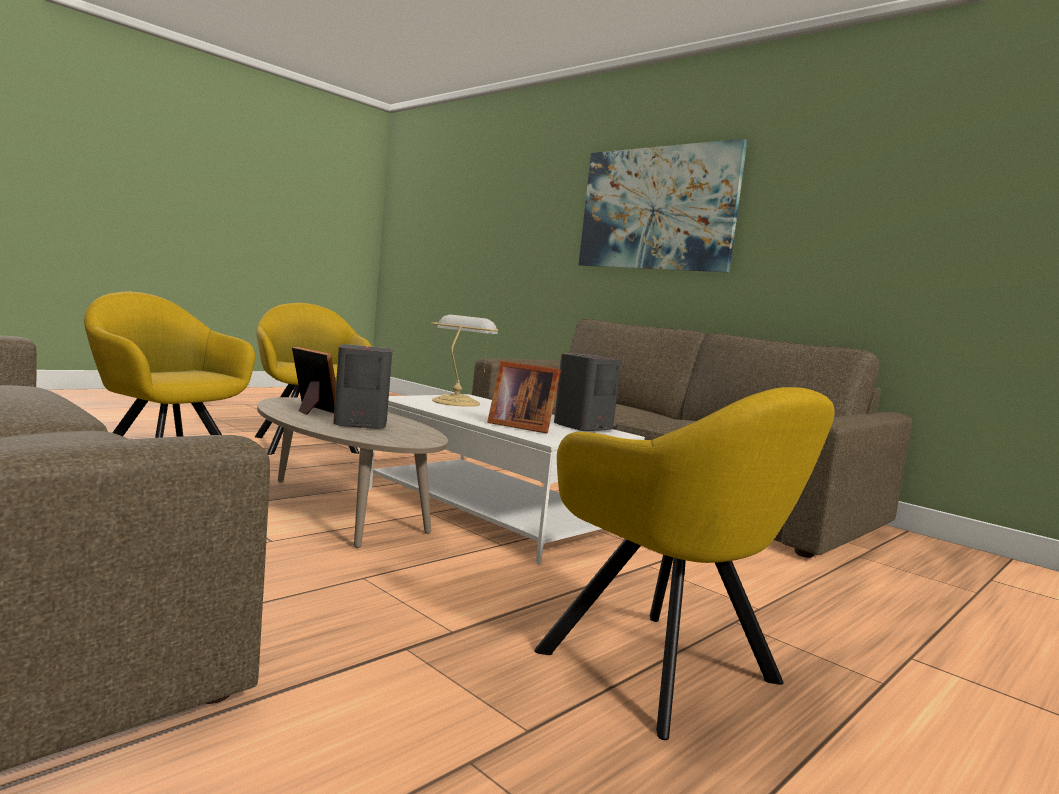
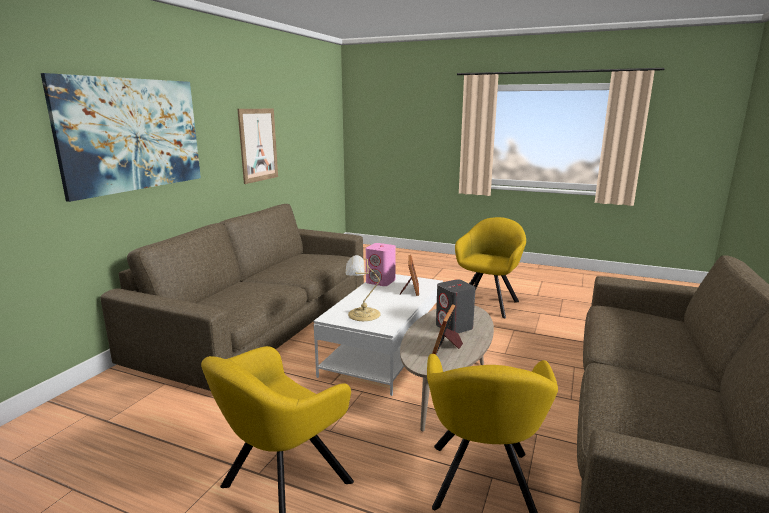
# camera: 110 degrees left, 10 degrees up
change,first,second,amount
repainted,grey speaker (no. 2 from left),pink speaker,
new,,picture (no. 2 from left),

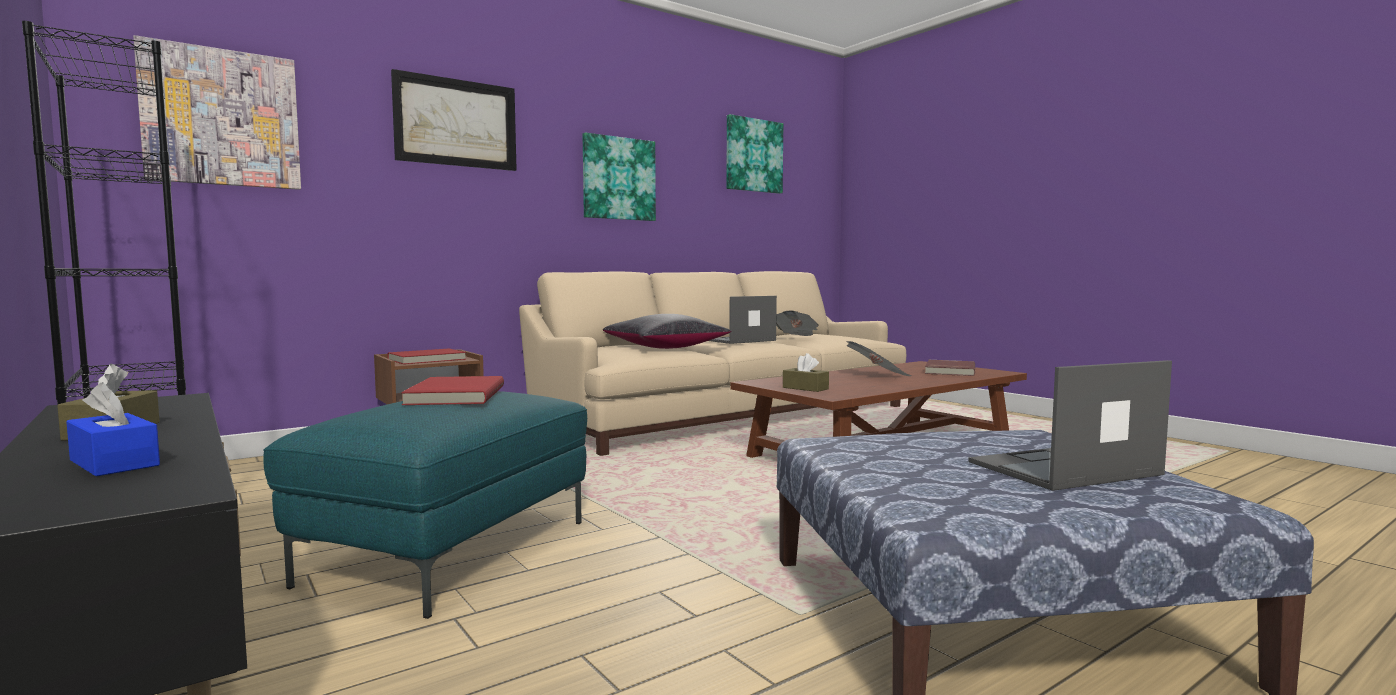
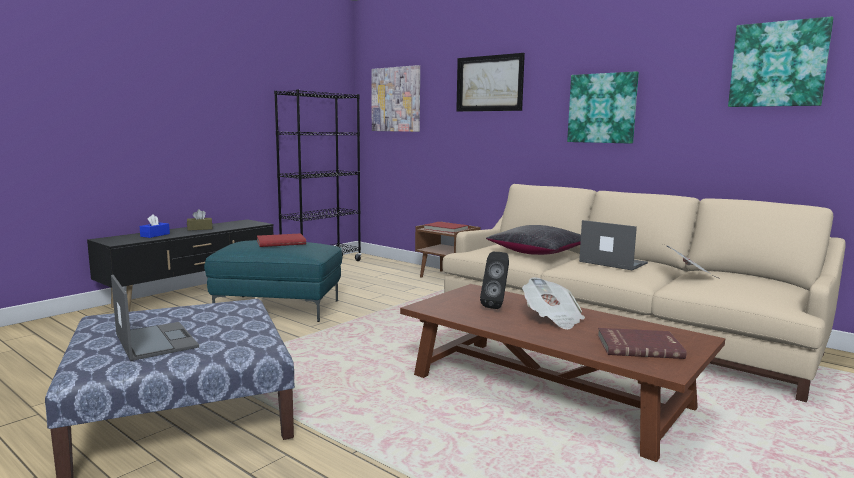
# camera: 75 degrees right, 5 degrees up
change,first,second,amount
gone,brown tissue box (no. 2 from left),,
new,,black speaker,

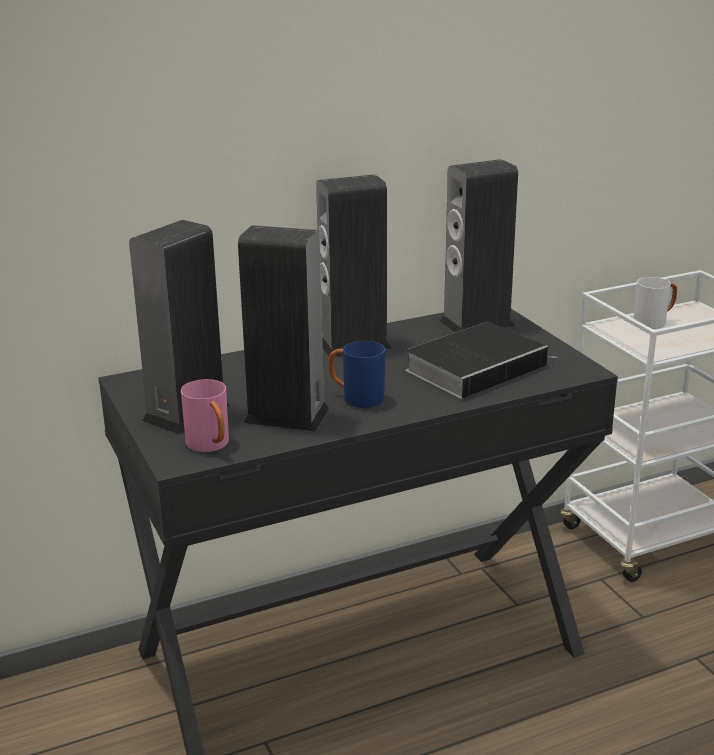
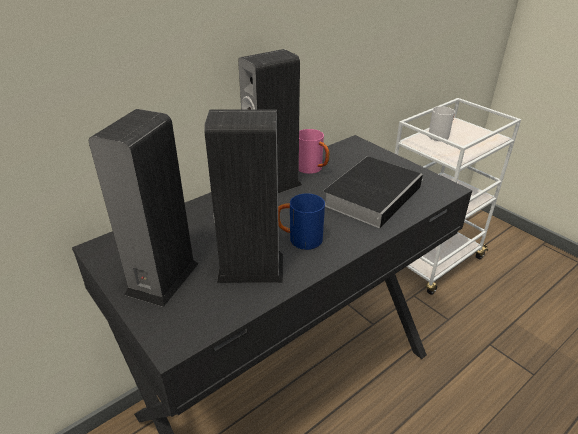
# camera: 15 degrees left, 10 degrees up
change,first,second,amount
shifted,pink mug,,
gone,speaker (no. 4 from left),,

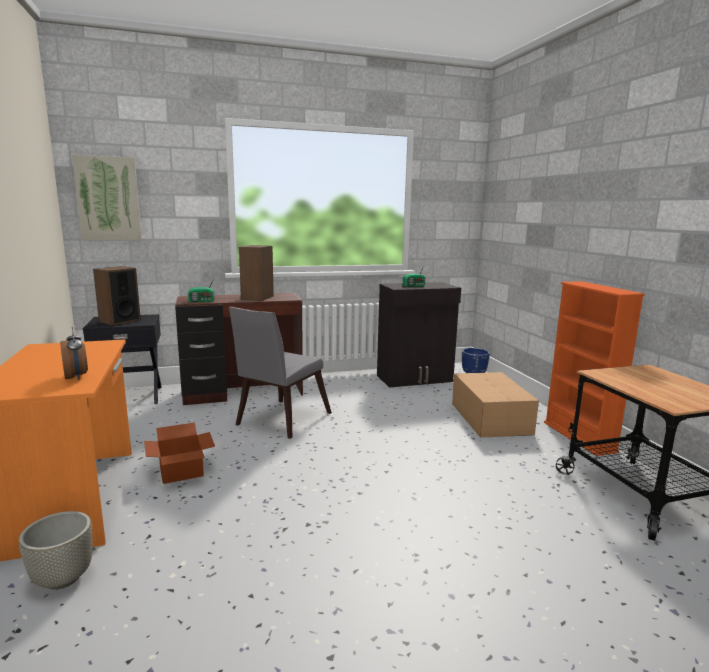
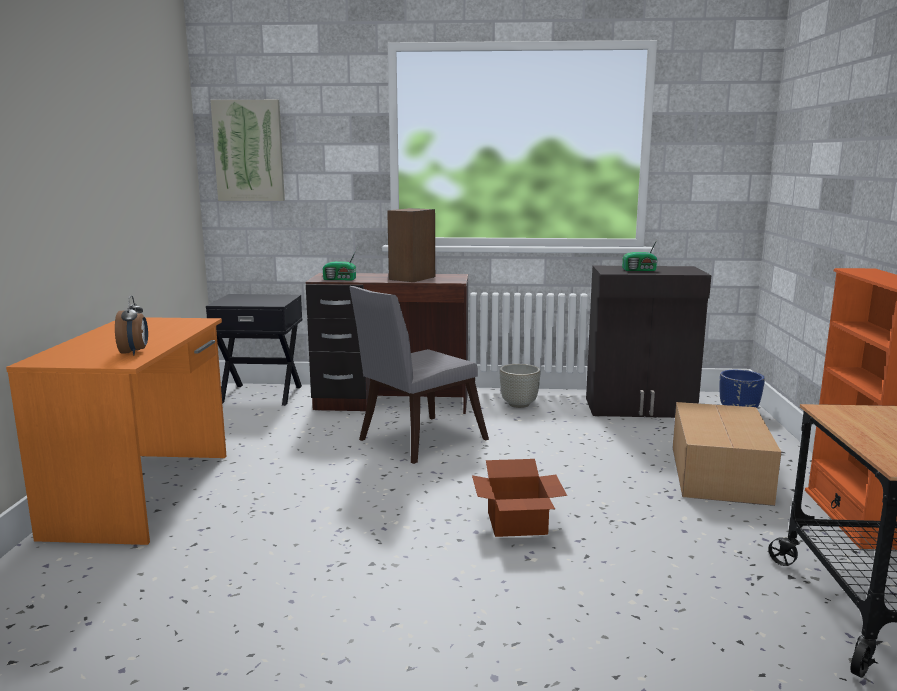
# camera: 20 degrees right, 0 degrees up
change,first,second,amount
shifted,grey planter,,
gone,speaker (no. 1 from left),,
shifted,cardboard box (no. 1 from left),,

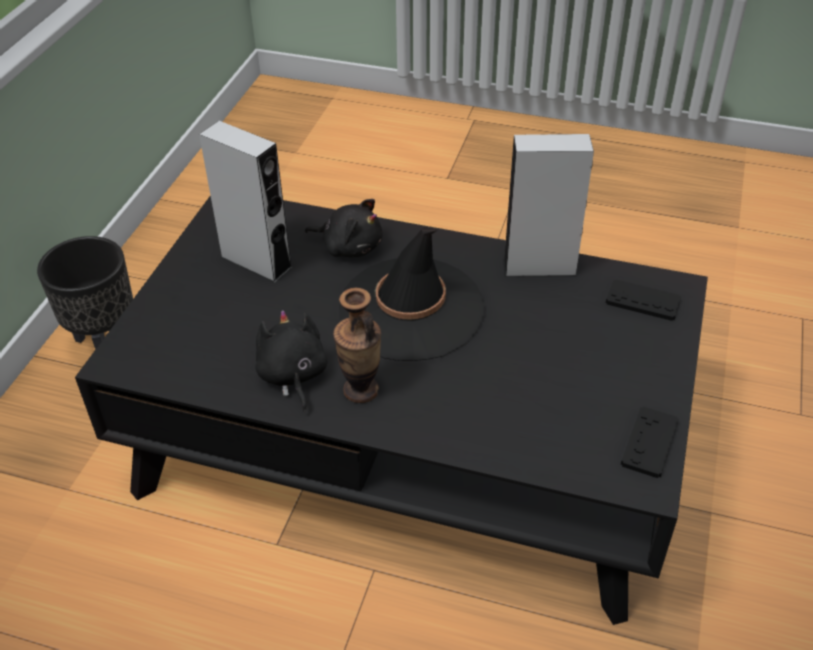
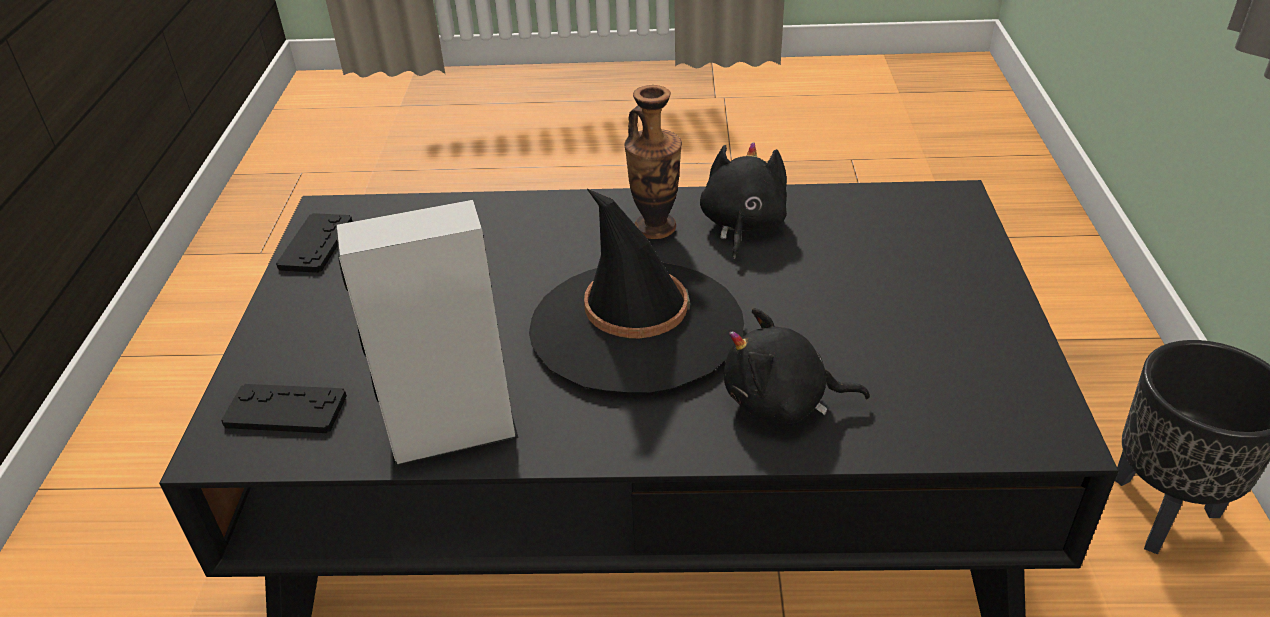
# camera: 165 degrees right, 5 degrees down
change,first,second,amount
gone,grey speaker (no. 1 from left),,
rotated,black plush toy (no. 1 from left),,135 degrees counterclockwise

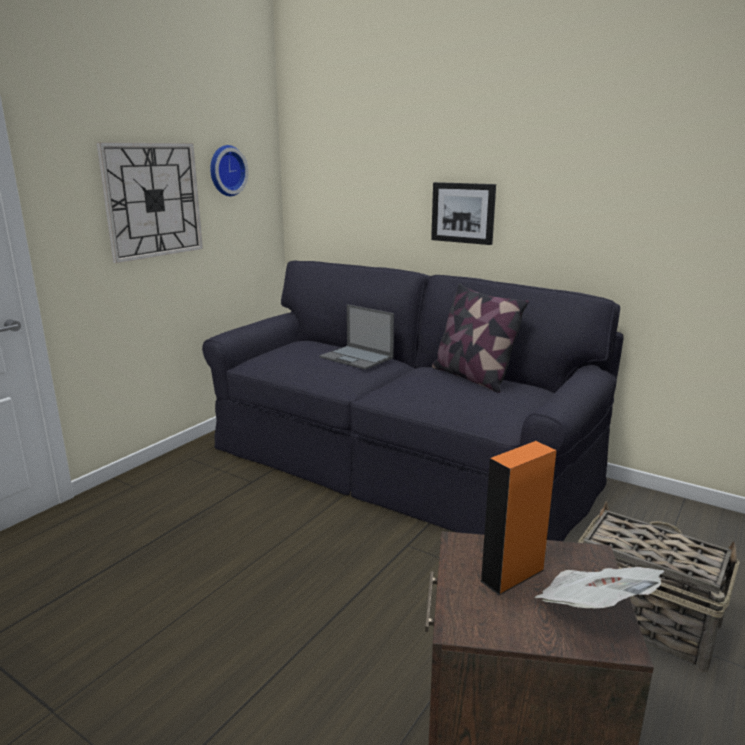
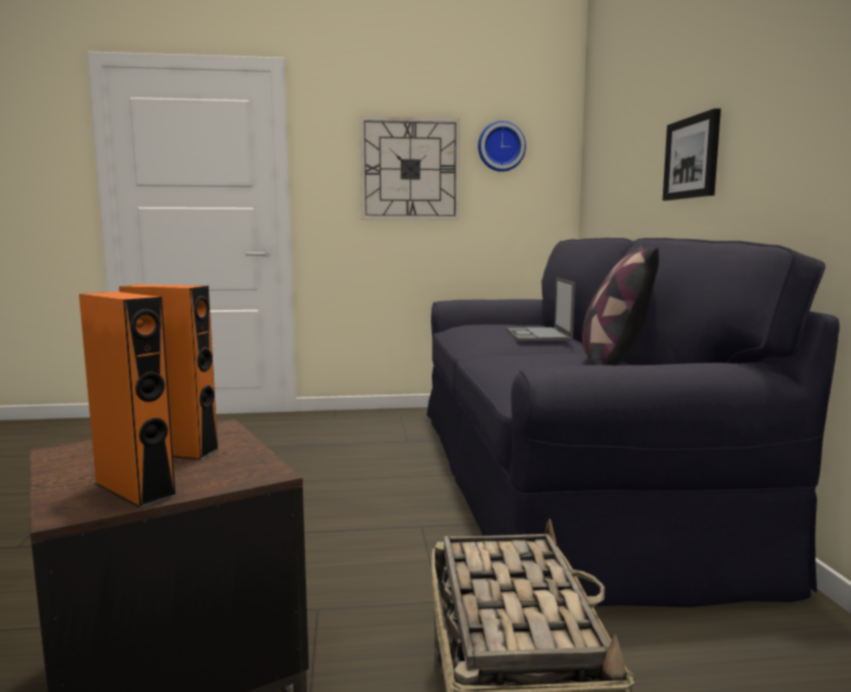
# camera: 50 degrees right, 10 degrees down
change,first,second,amount
swapped,newspaper,orange speaker (no. 1 from left),

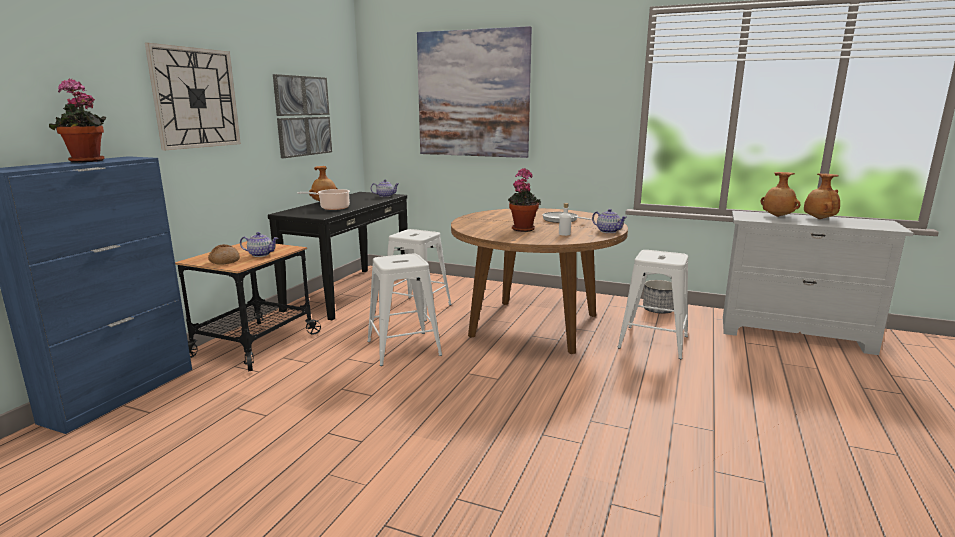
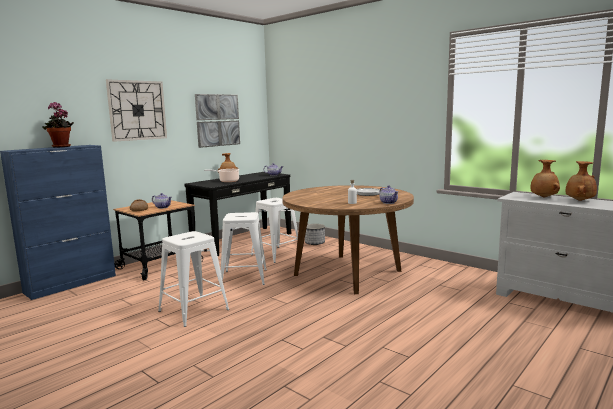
# camera: 20 degrees right, 5 degrees down
change,first,second,amount
gone,picture (no. 2 from left),,
gone,potted plant (no. 2 from left),,
shifted,white stool (no. 3 from left in the first image),white stool (no. 1 from left),
shifted,planter,,

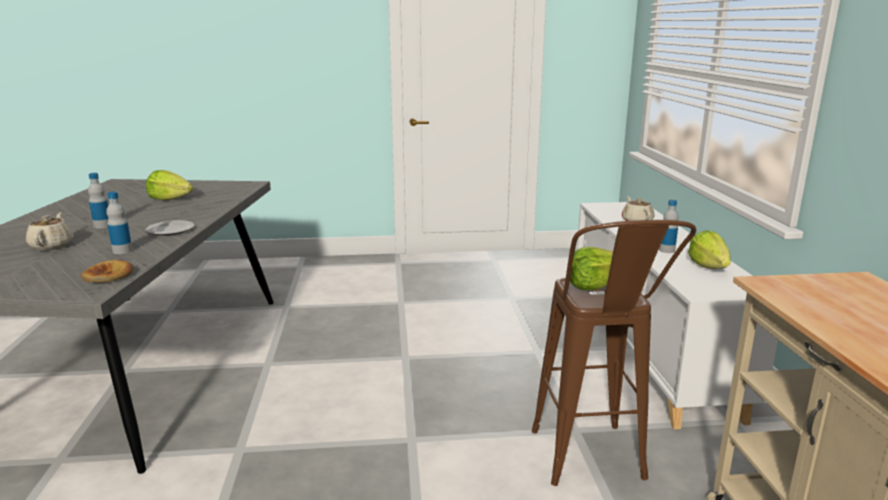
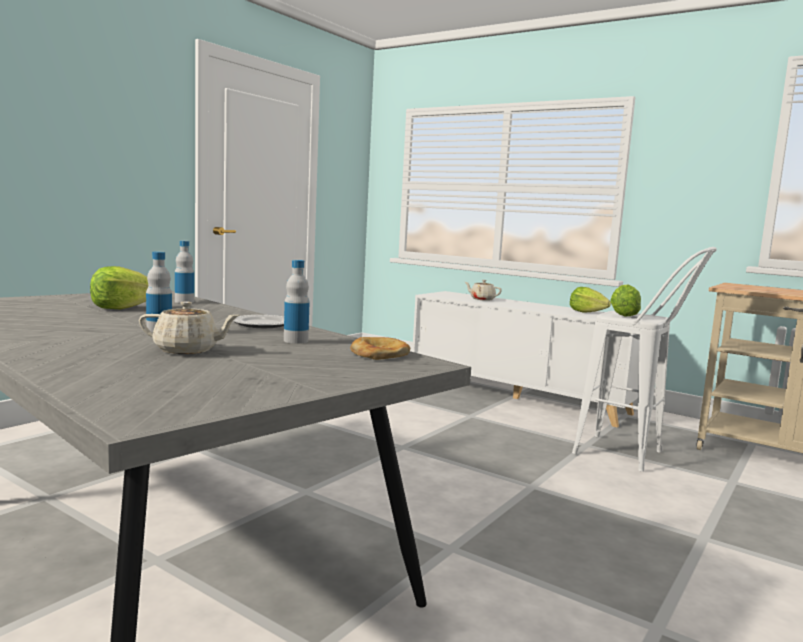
# camera: 50 degrees left, 10 degrees down
change,first,second,amount
rotated,beige teapot (no. 1 from left),,150 degrees clockwise
repainted,brown stool,white stool,
shifted,bottle (no. 3 from left in the first image),bottle (no. 2 from left),

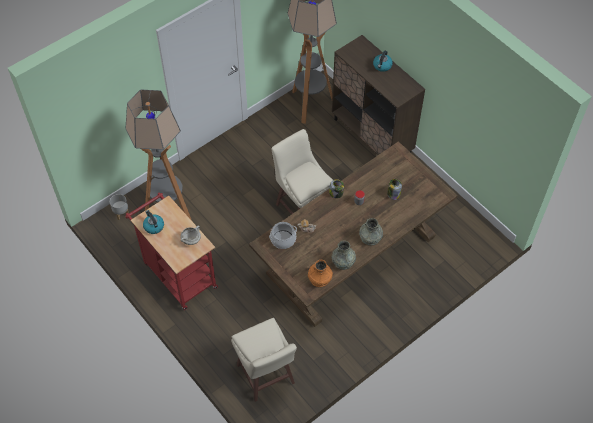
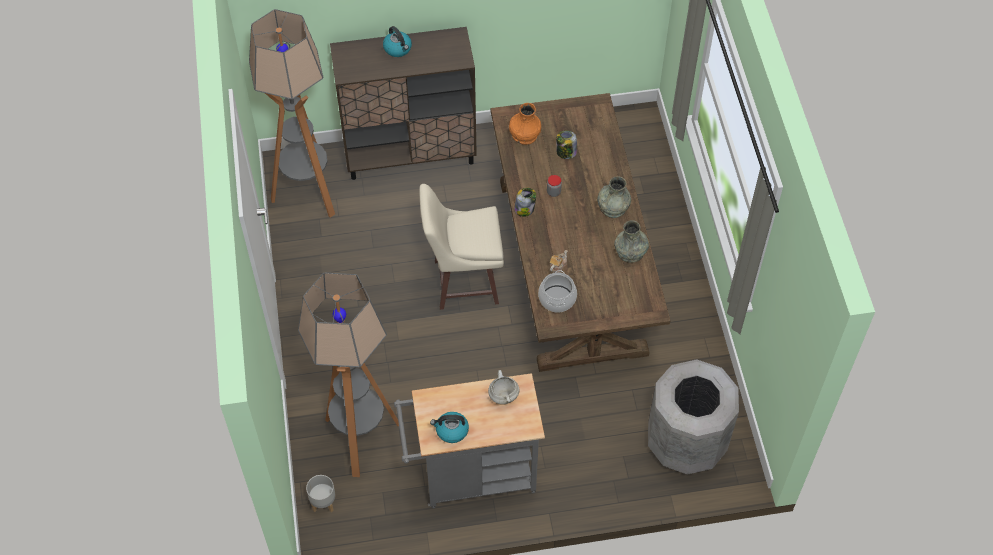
# camera: 60 degrees left, 0 degrees up
change,first,second,amount
repainted,red cart,grey cart,
swapped,beige stool (no. 1 from left),grey trash can,
shifted,orange vase,,

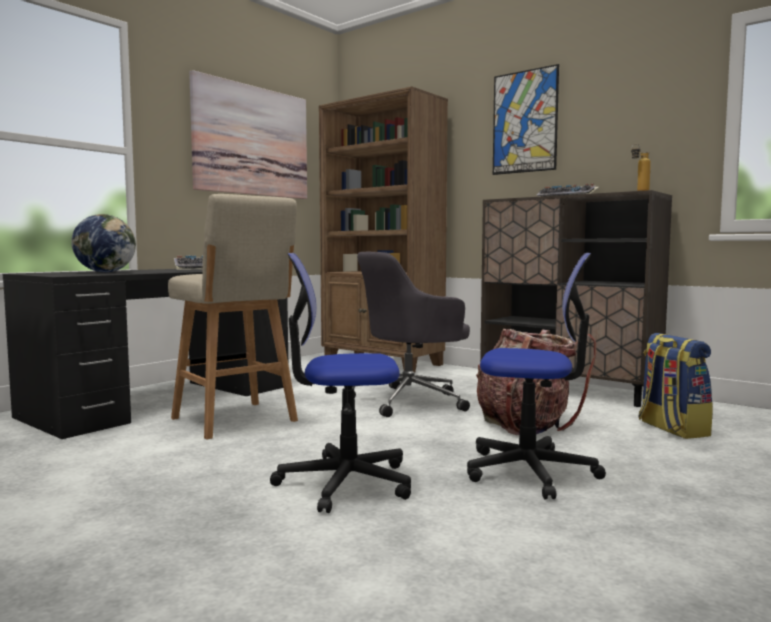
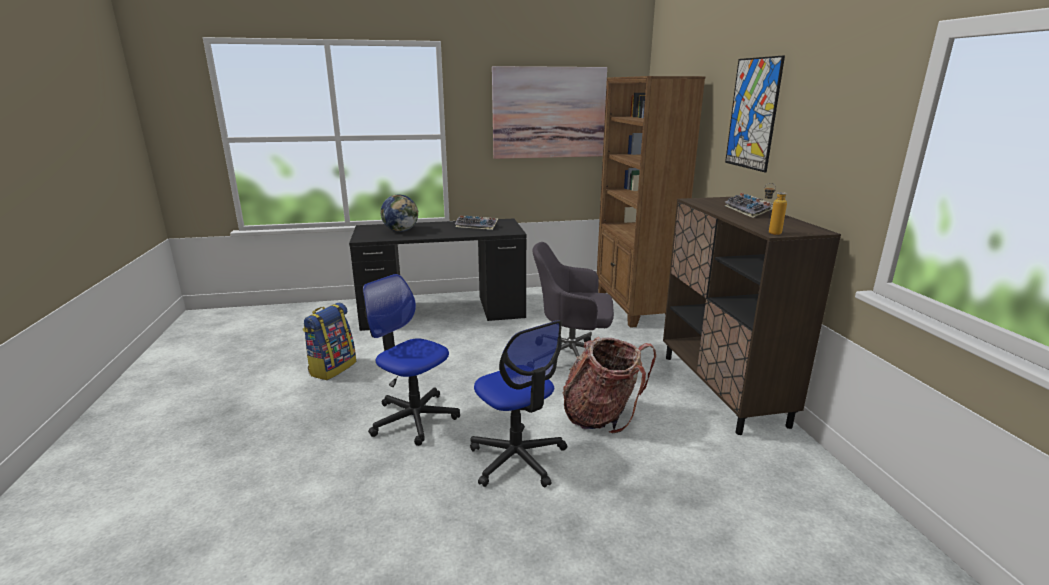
# camera: 40 degrees right, 15 degrees up
change,first,second,amount
gone,beige stool,,
shifted,backpack (no. 2 from left in the first image),backpack (no. 1 from left),

